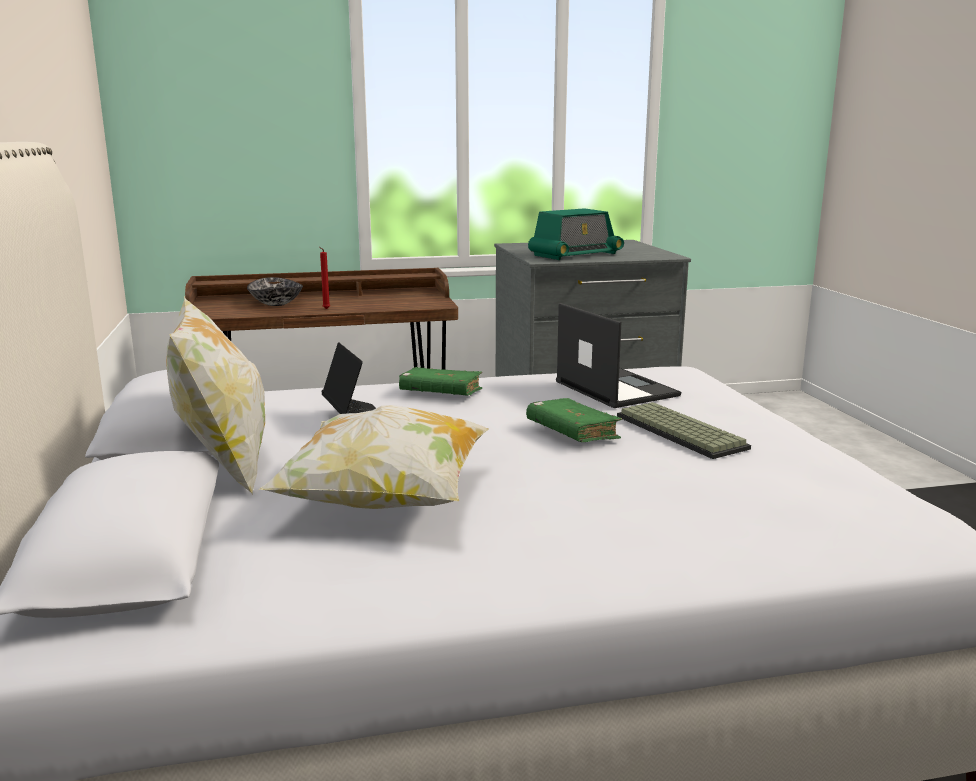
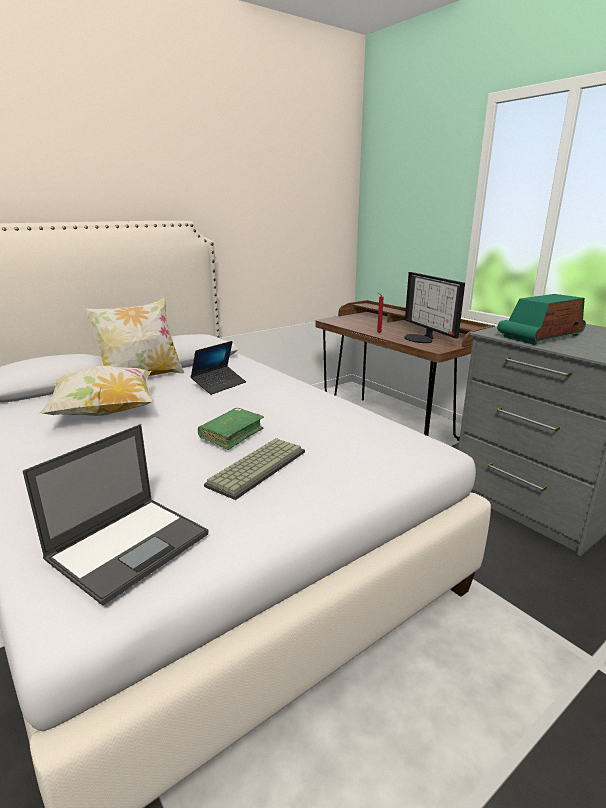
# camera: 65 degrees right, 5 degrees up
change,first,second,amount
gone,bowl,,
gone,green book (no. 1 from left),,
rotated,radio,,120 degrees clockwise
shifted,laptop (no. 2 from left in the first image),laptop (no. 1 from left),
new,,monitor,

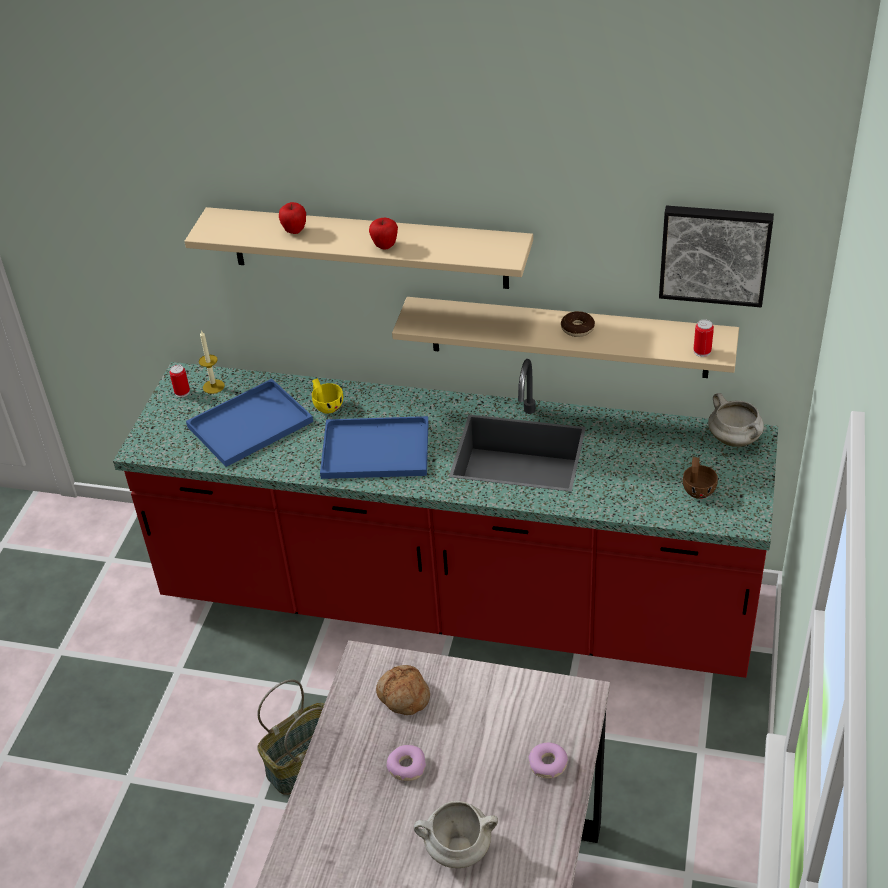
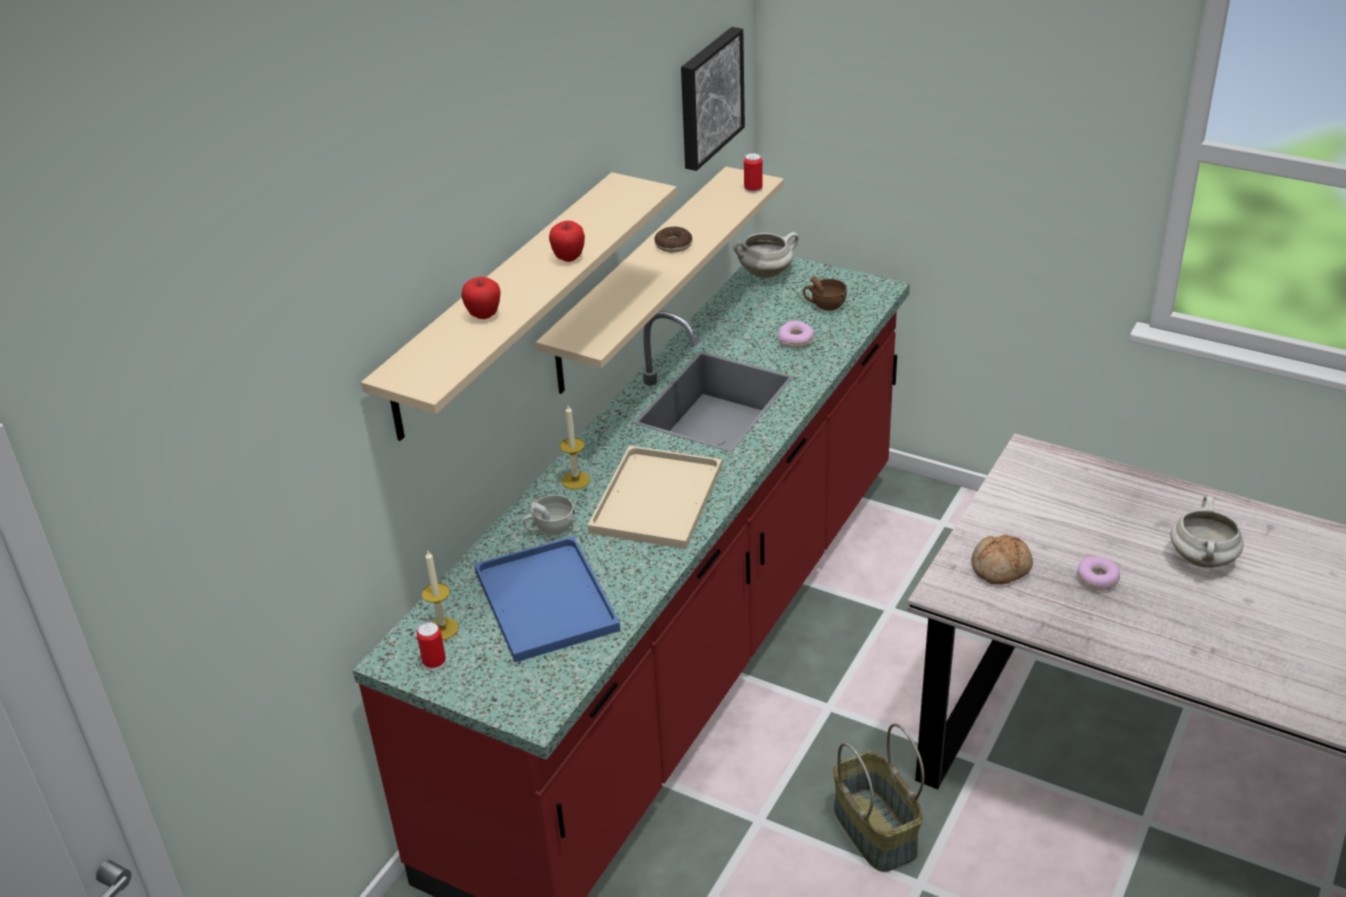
# camera: 75 degrees left, 5 degrees down
change,first,second,amount
repainted,yellow cup,white cup,
repainted,blue tray (no. 2 from left),beige tray,
shifted,donut (no. 2 from left),,
new,,candle (no. 2 from left),

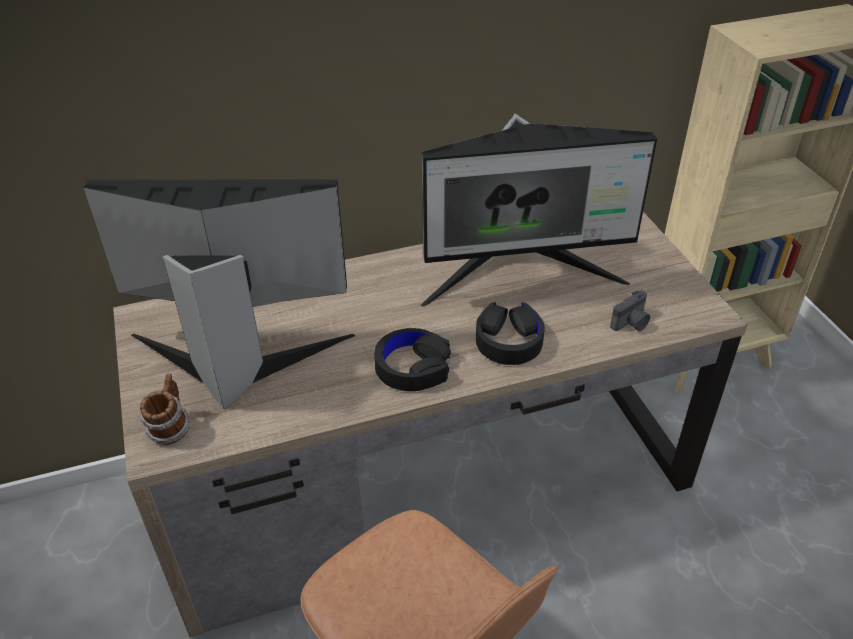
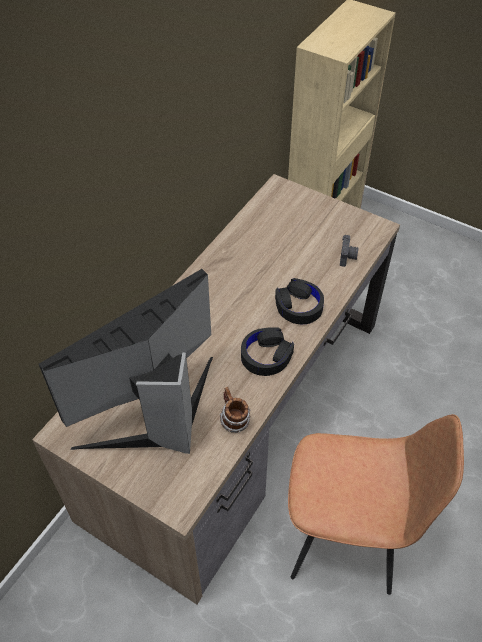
# camera: 40 degrees left, 10 degrees up
change,first,second,amount
shifted,mug,,
gone,monitor (no. 2 from left),,

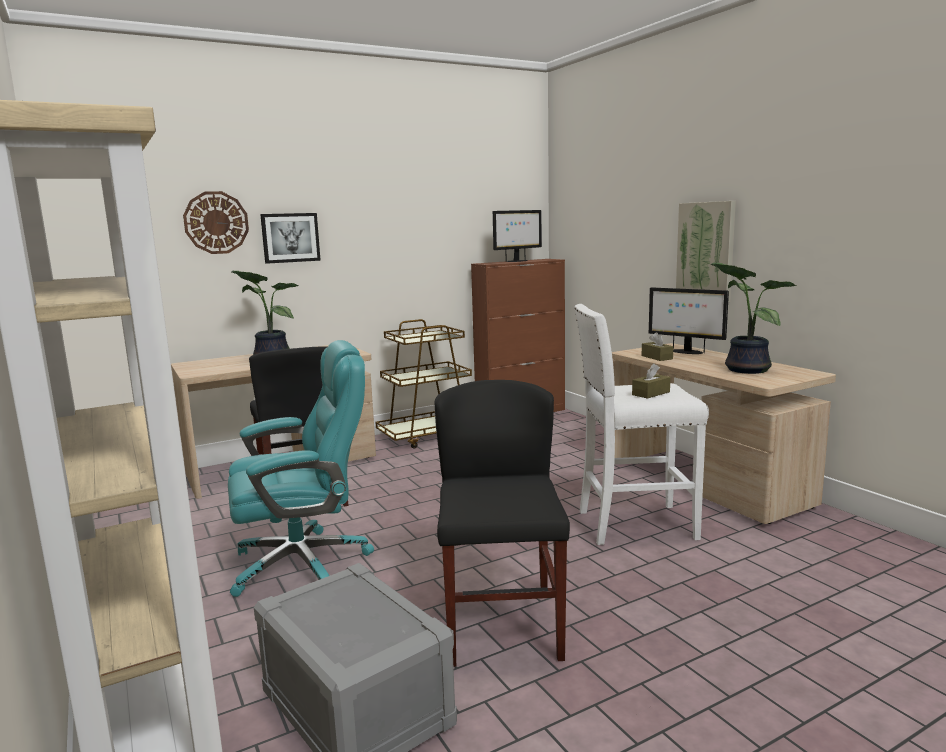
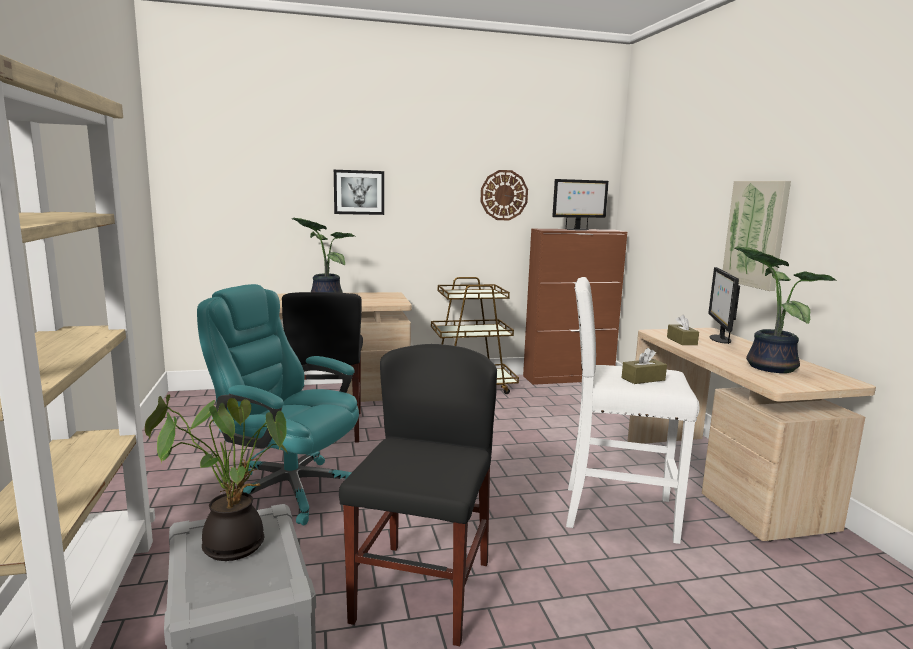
# camera: 15 degrees right, 0 degrees up
change,first,second,amount
shifted,wall clock,,
rotated,turquoise office chair,,150 degrees counterclockwise
rotated,monitor (no. 2 from left),,45 degrees clockwise
new,,potted plant (no. 1 from left),

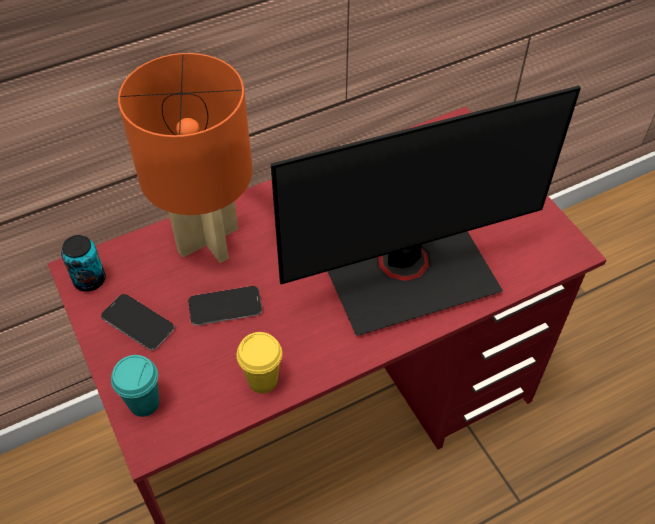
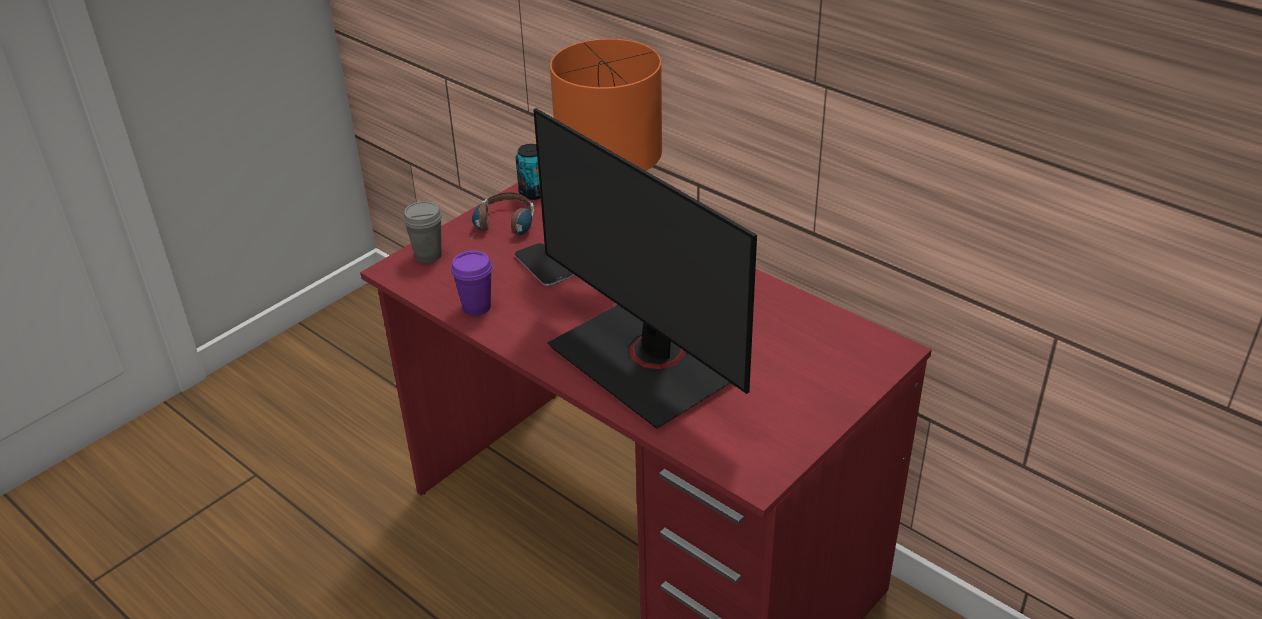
# camera: 70 degrees right, 15 degrees down
change,first,second,amount
swapped,phone (no. 1 from left),headphones,
repainted,turquoise cup,grey cup,
repainted,yellow cup,purple cup,

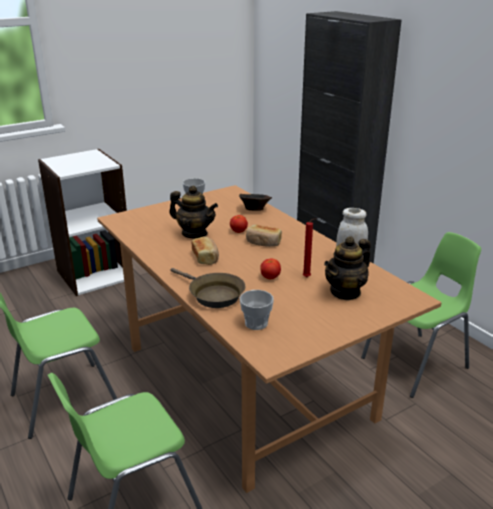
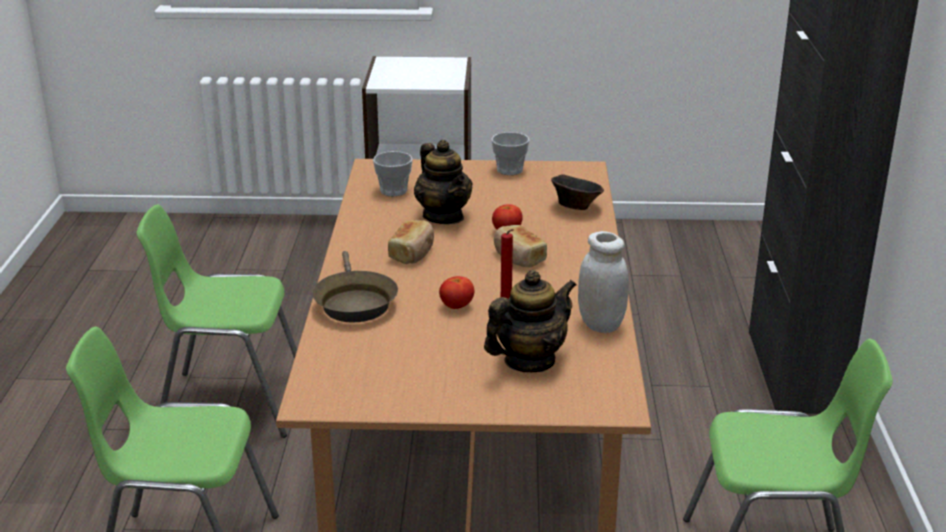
# camera: 35 degrees right, 0 degrees up
change,first,second,amount
shifted,cup (no. 2 from left in the first image),cup (no. 1 from left),
rotated,teapot (no. 2 from left),,150 degrees clockwise

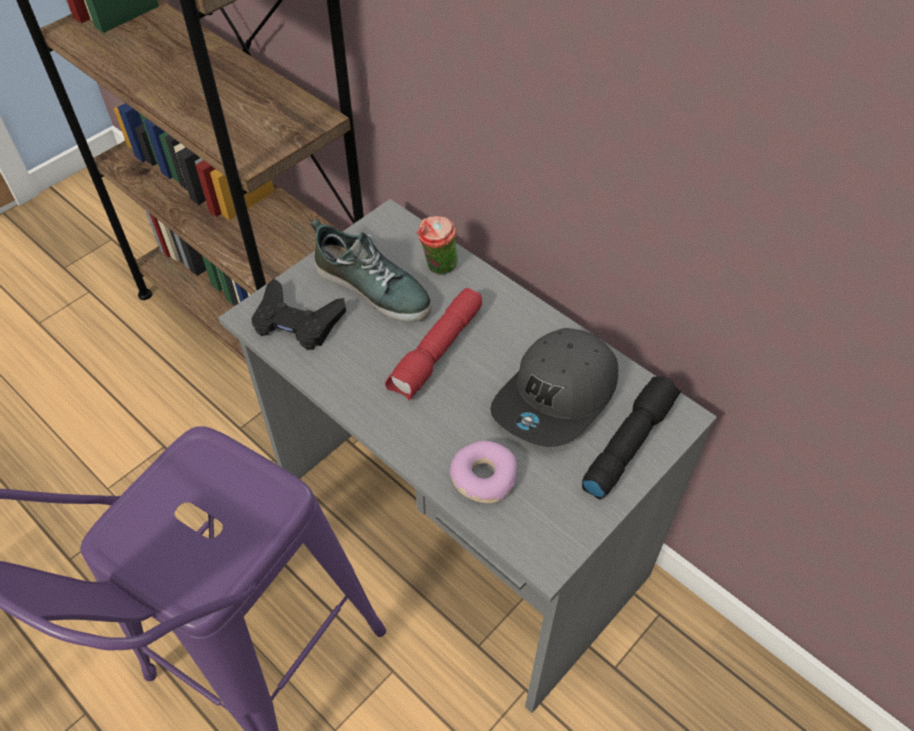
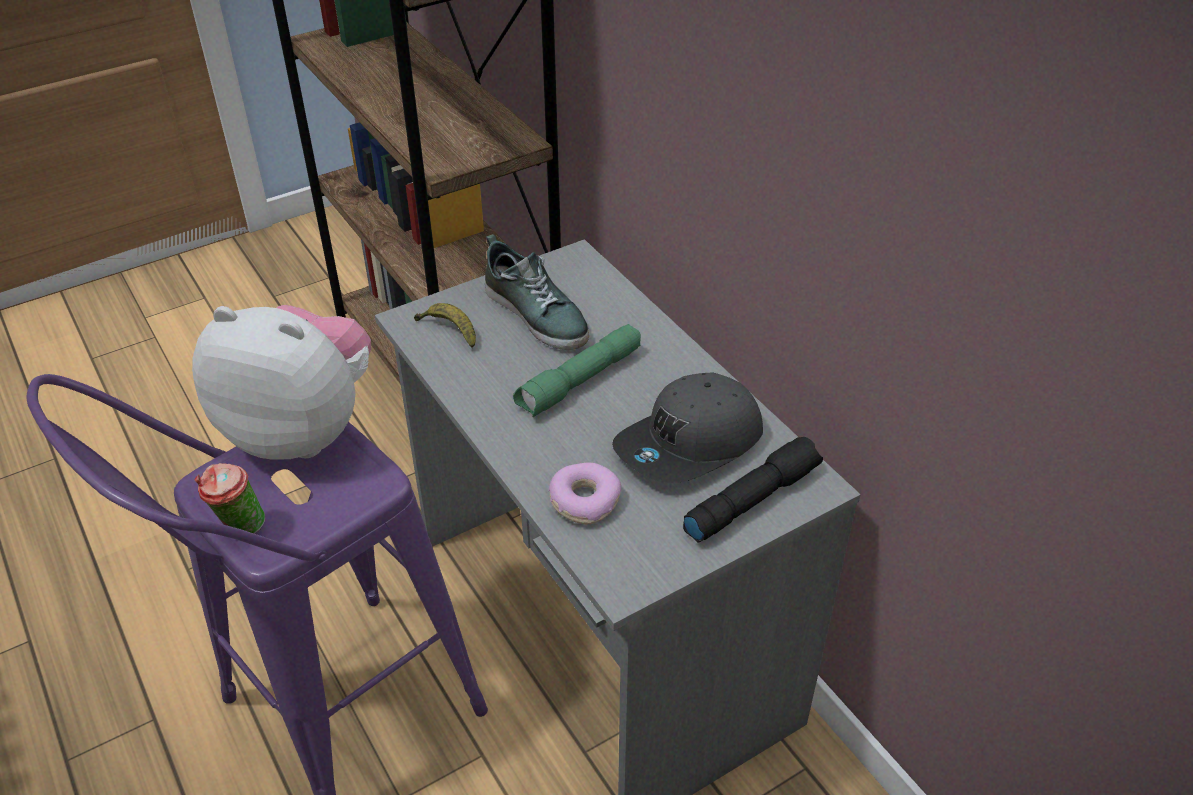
# camera: 15 degrees right, 10 degrees down
change,first,second,amount
swapped,black game controller,banana,
repainted,red flashlight,green flashlight,
shifted,cup,,
new,,plush toy,

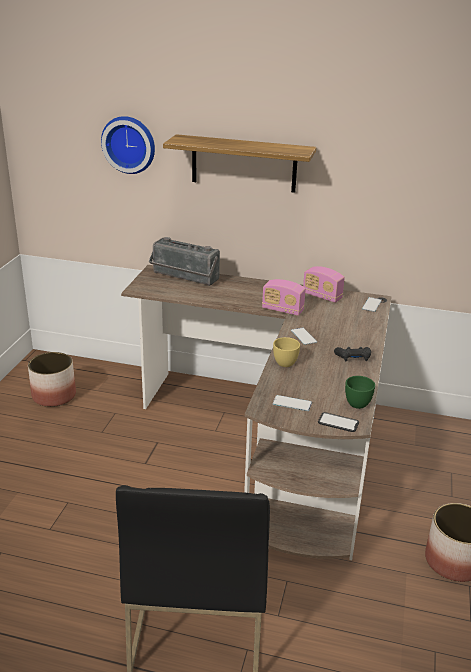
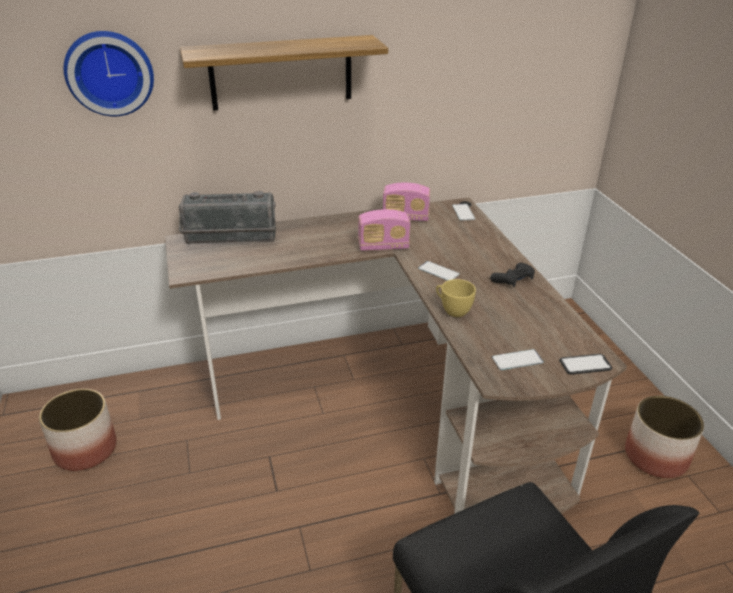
# camera: 30 degrees left, 5 degrees up
change,first,second,amount
gone,green cup,,

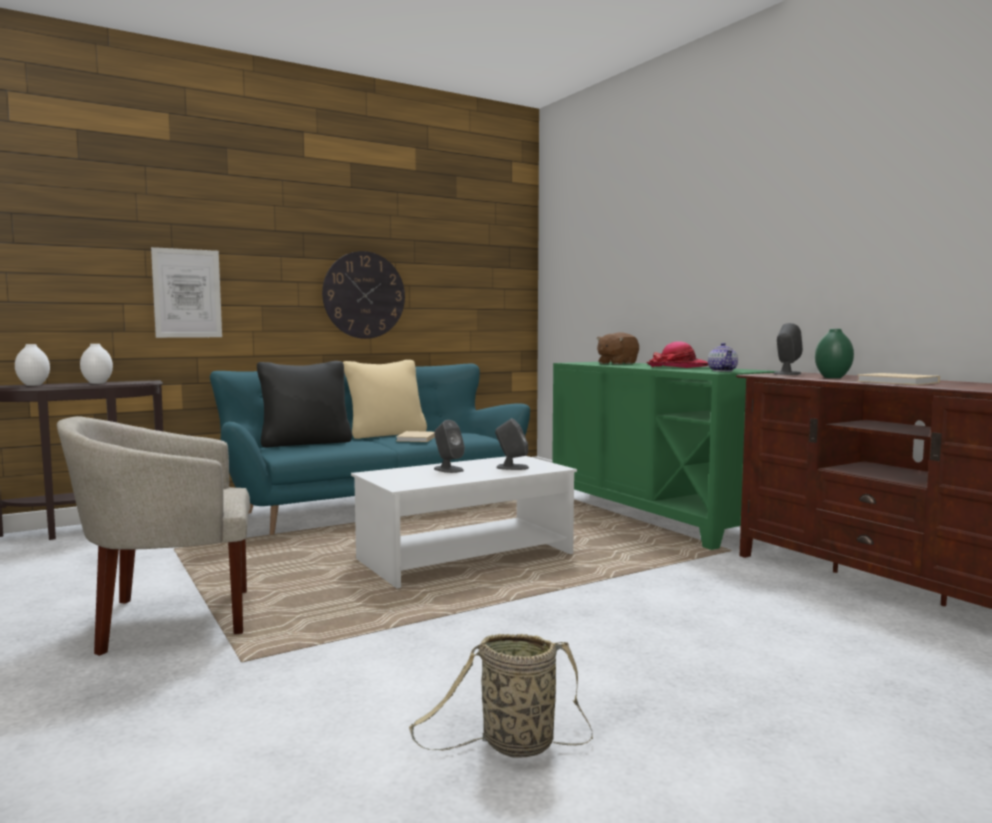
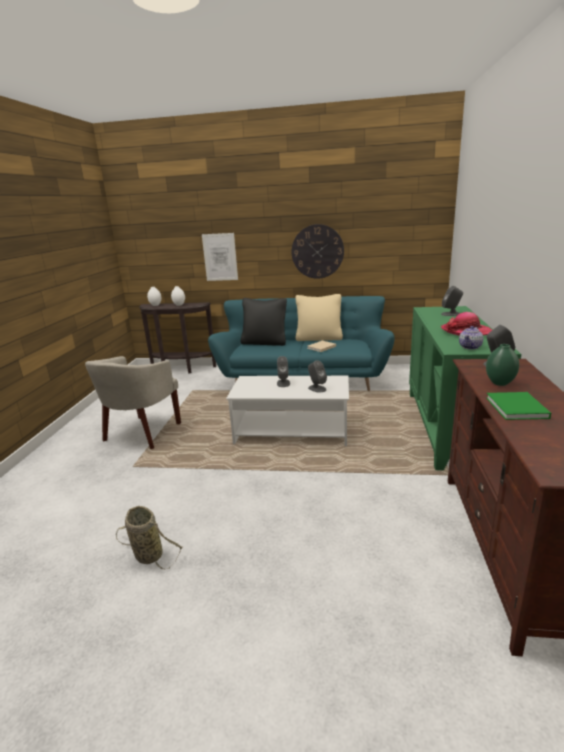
# camera: 40 degrees right, 15 degrees up
change,first,second,amount
rotated,beige armchair,,90 degrees counterclockwise
swapped,brown plush toy,grey speaker (no. 3 from left),
repainted,beige book (no. 2 from left),green book,

